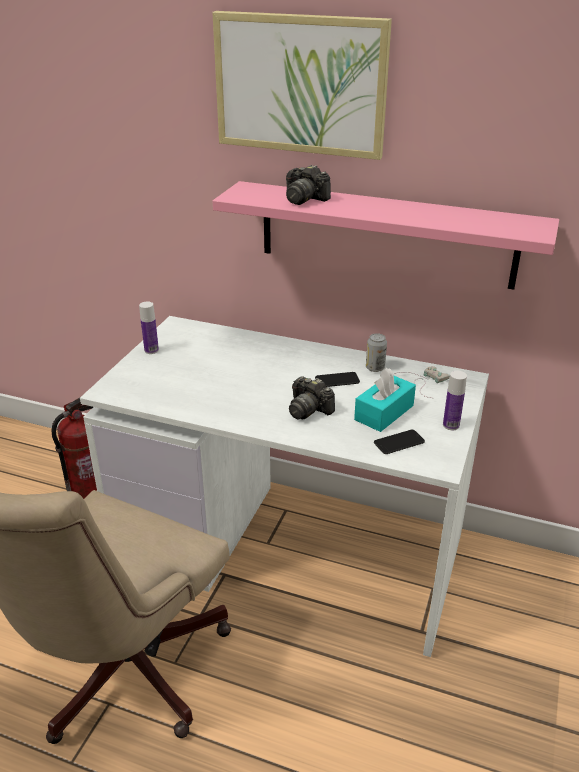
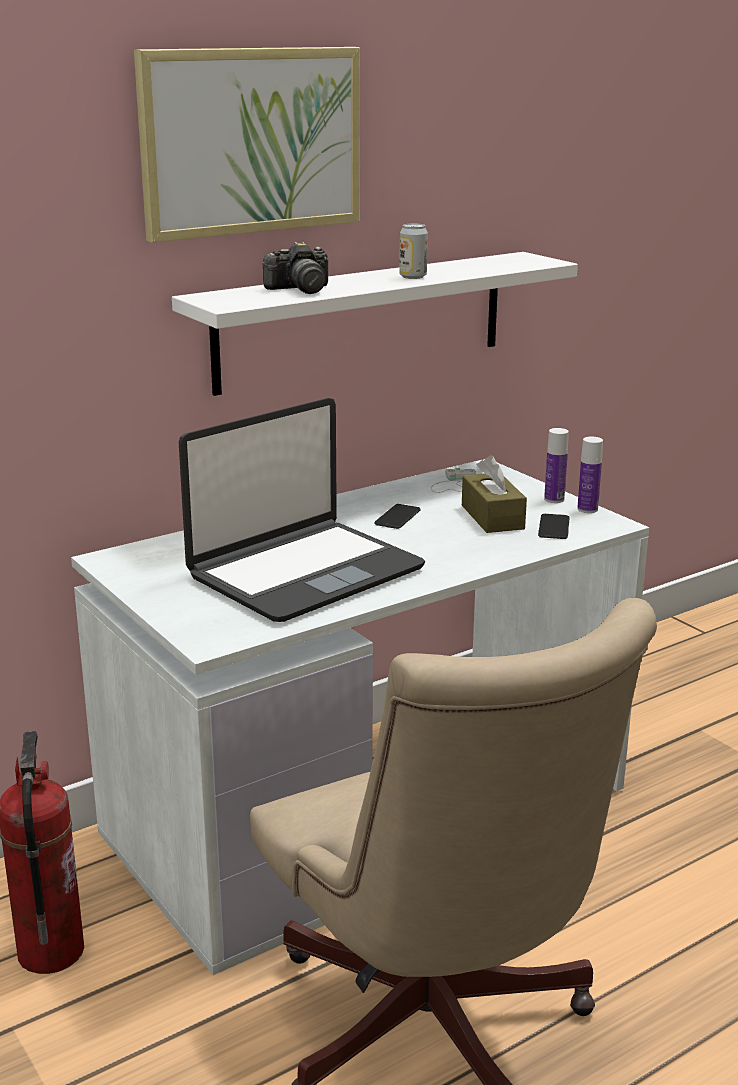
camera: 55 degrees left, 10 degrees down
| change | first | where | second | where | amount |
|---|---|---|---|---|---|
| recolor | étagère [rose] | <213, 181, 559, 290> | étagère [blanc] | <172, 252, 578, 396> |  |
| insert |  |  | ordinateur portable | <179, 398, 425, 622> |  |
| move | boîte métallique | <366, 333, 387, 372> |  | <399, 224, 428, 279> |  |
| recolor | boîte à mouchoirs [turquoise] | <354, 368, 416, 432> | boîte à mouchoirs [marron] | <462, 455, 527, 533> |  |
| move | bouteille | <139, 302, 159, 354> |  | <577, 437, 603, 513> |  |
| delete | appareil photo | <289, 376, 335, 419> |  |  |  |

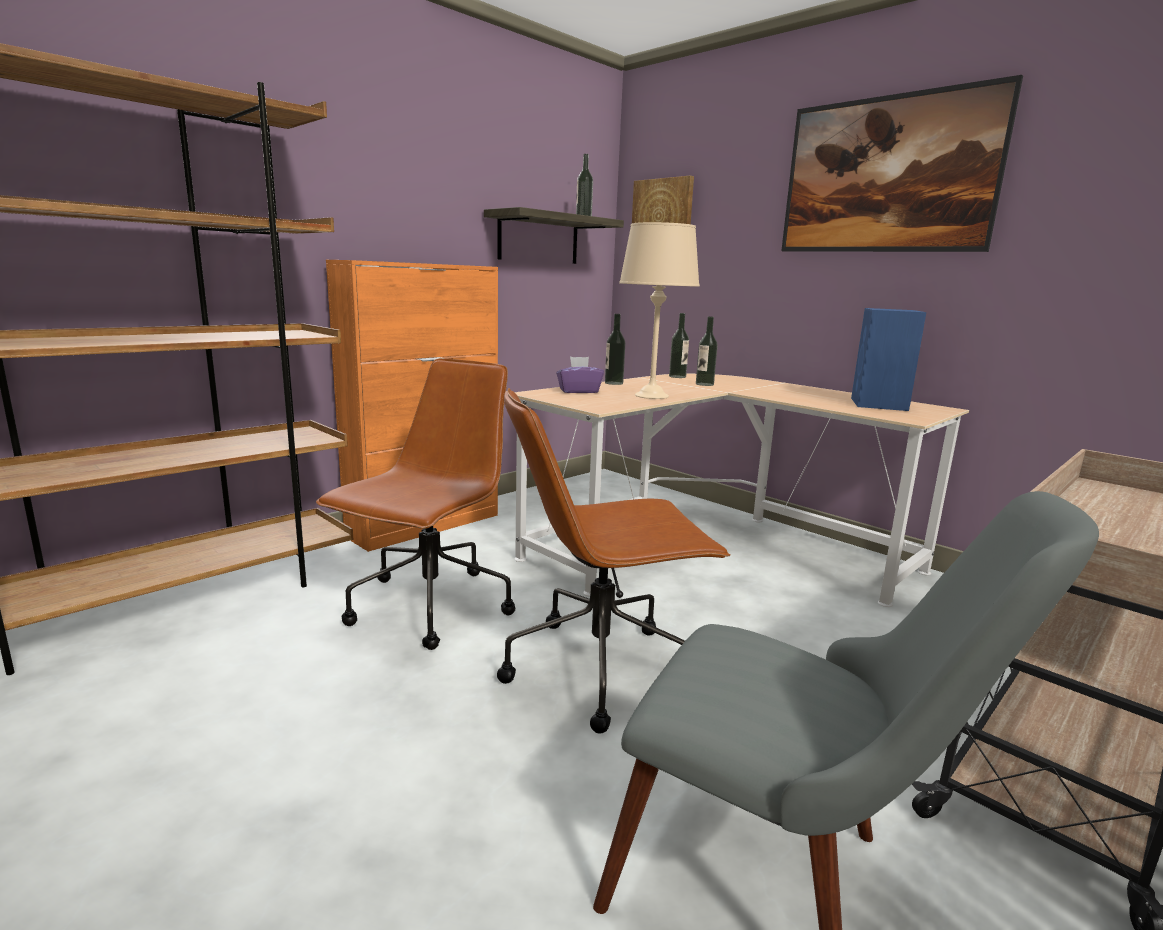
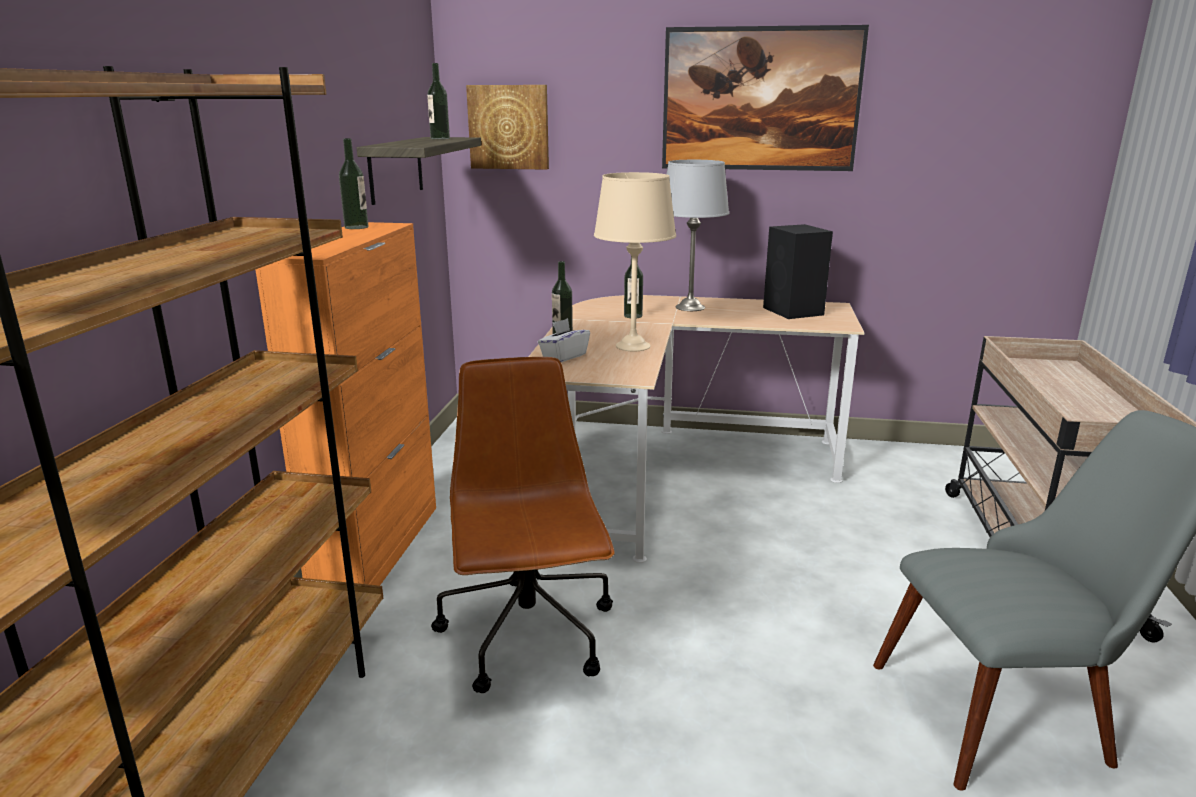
camera: 35 degrees left, 5 degrees up
| change | first | where | second | where | amount |
|---|---|---|---|---|---|
| move | bouteille | <669, 313, 689, 378> |  | <339, 138, 368, 229> |  |
| recolor | boîte à mouchoirs [violet] | <556, 357, 604, 393> | boîte à mouchoirs [blanc] | <538, 318, 590, 362> |  |
| insert |  |  | lampe de table [gris] | <667, 160, 729, 311> |  |
| recolor | enceinte [bleu] | <851, 308, 926, 411> | enceinte [noir] | <763, 224, 833, 319> |  |
| delete | chaise de bureau [marron] | <497, 388, 730, 733> |  |  |  |

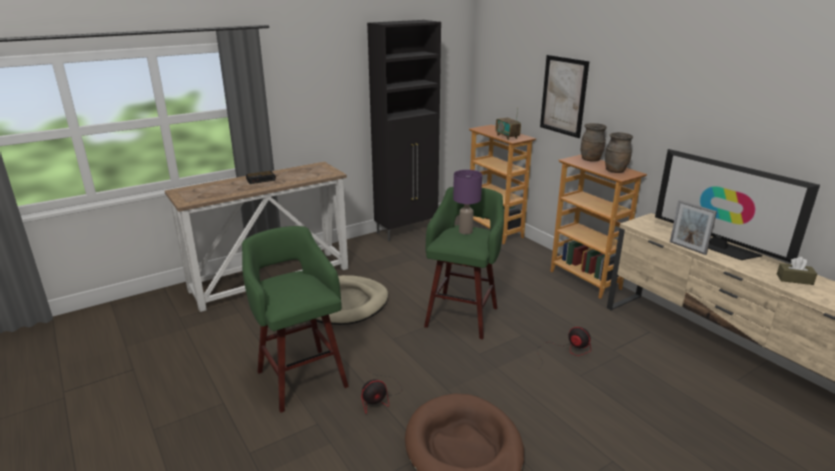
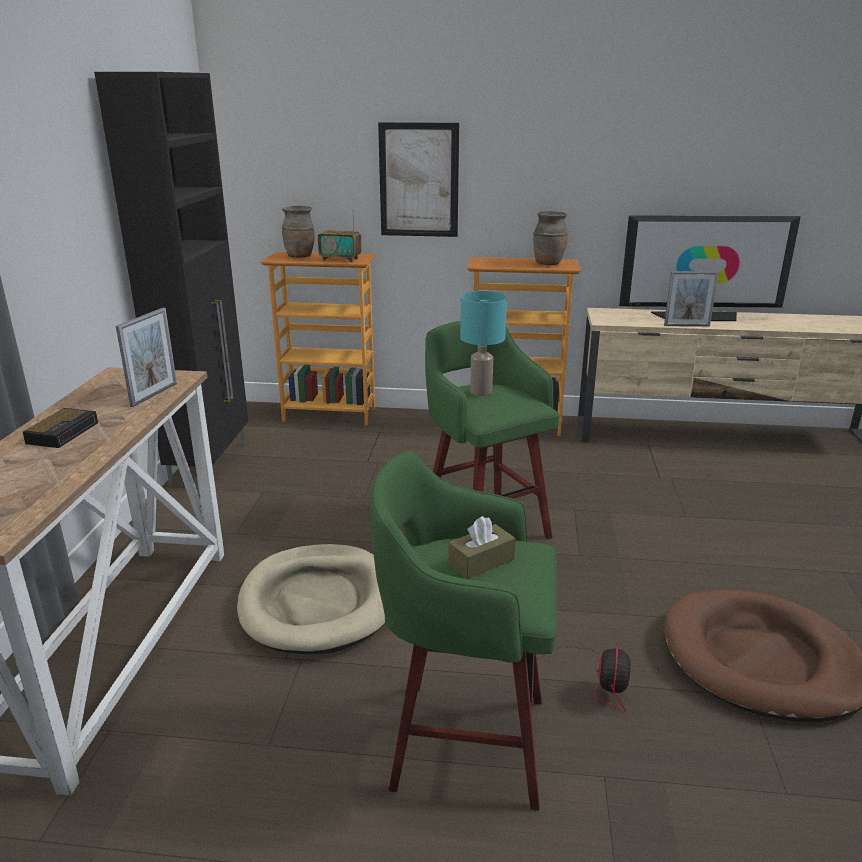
camera: 50 degrees left, 0 degrees up
| change | first | where | second | where | amount |
|---|---|---|---|---|---|
| insert |  |  | cadre photo | <116, 308, 177, 407> |  |
| move | vase [marron] | <581, 123, 607, 162> |  | <282, 206, 315, 258> |  |
| move | boîte à mouchoirs [marron] | <777, 257, 817, 285> |  | <448, 516, 515, 579> |  |
| recolor | lampe de table [violet] | <453, 170, 482, 234> | lampe de table [turquoise] | <460, 291, 507, 396> |  |
| delete | ventilateur | <537, 327, 591, 368> |  |  |  |

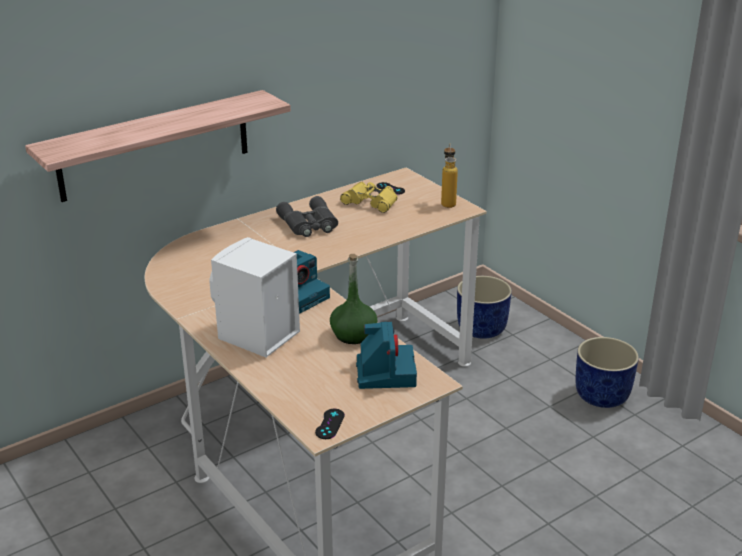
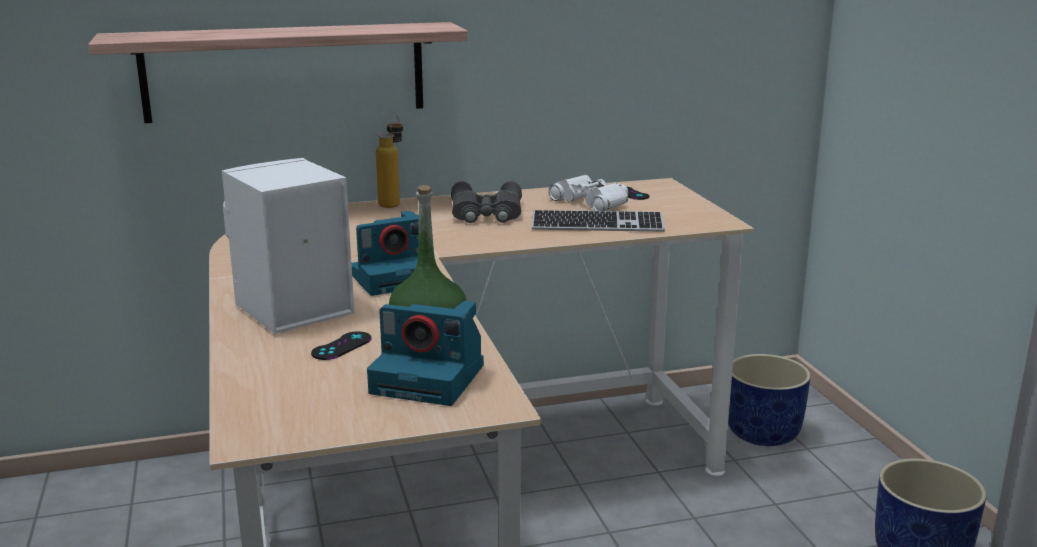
camera: 20 degrees right, 10 degrees down
| change | first | where | second | where | amount |
|---|---|---|---|---|---|
| move | manette [noir] | <315, 409, 345, 439> |  | <311, 331, 372, 360> |  |
| rotate | appareil photo | <356, 322, 417, 389> |  | <367, 301, 484, 406> | 90 degrees clockwise |
| move | bouteille | <441, 143, 458, 208> |  | <376, 115, 403, 208> |  |
| insert |  |  | clavier | <532, 210, 665, 232> |  |
| recolor | jumelles [jaune] | <340, 182, 398, 213> | jumelles [blanc] | <548, 174, 628, 211> |  |

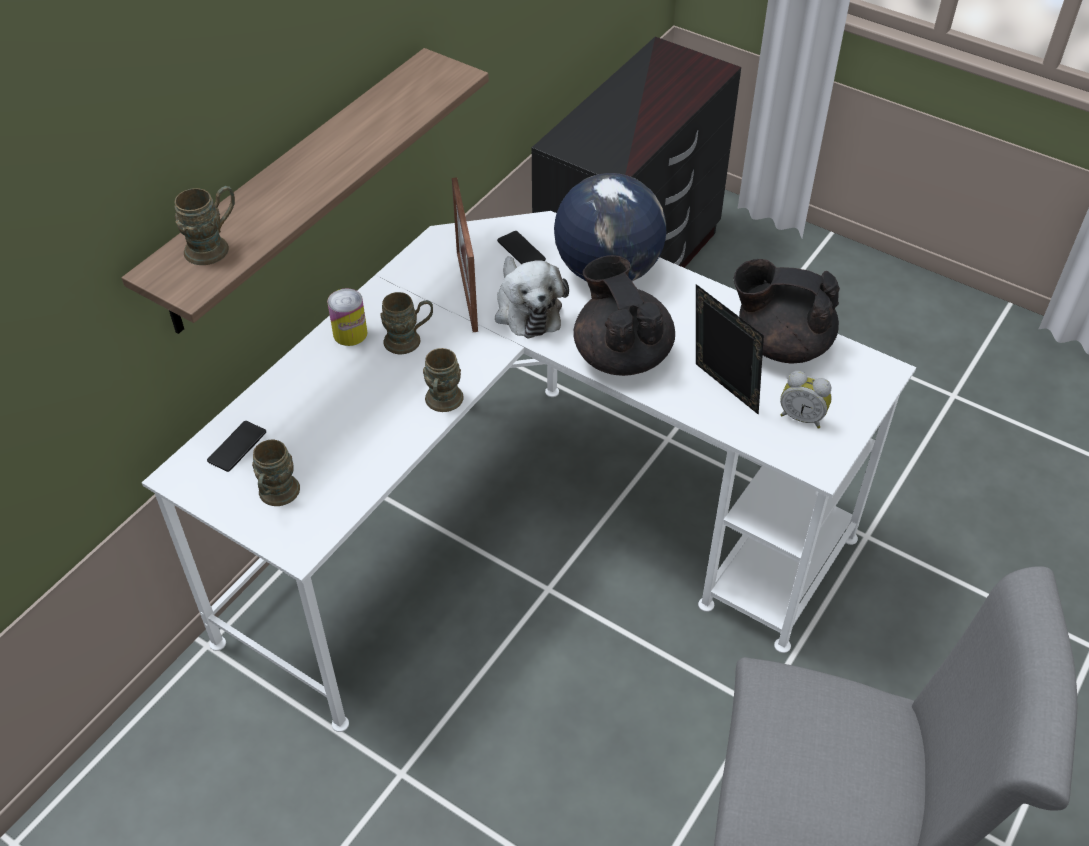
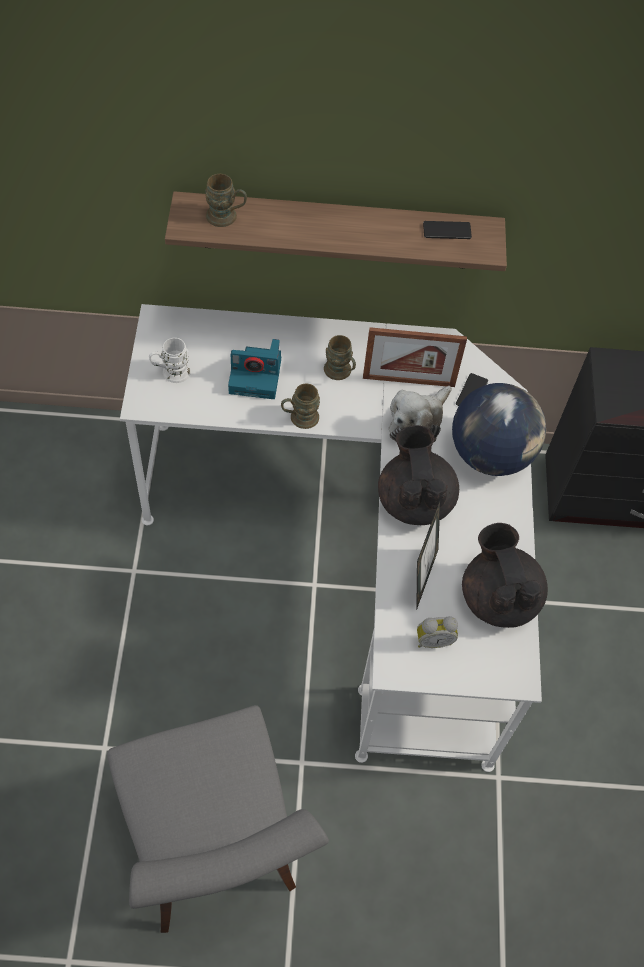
camera: 55 degrees right, 10 degrees up
| change | first | where | second | where | amount |
|---|---|---|---|---|---|
| recolor | mug [marron] | <252, 440, 300, 506> | mug [blanc] | <149, 338, 191, 383> |  |
| insert |  |  | appareil photo | <228, 339, 281, 399> |  |
| rotate | cadre photo | <452, 177, 478, 332> |  | <363, 327, 467, 387> | 135 degrees counterclockwise |
| rotate | théière [noir] | <573, 255, 675, 376> |  | <378, 425, 459, 525> | 45 degrees counterclockwise |
| rotate | réveil | <780, 371, 832, 429> |  | <417, 616, 458, 648> | 90 degrees counterclockwise |
| move | téléphone | <207, 421, 266, 472> |  | <423, 221, 472, 239> |  |
| delete | boîte métallique | <327, 288, 368, 346> |  |  |  |

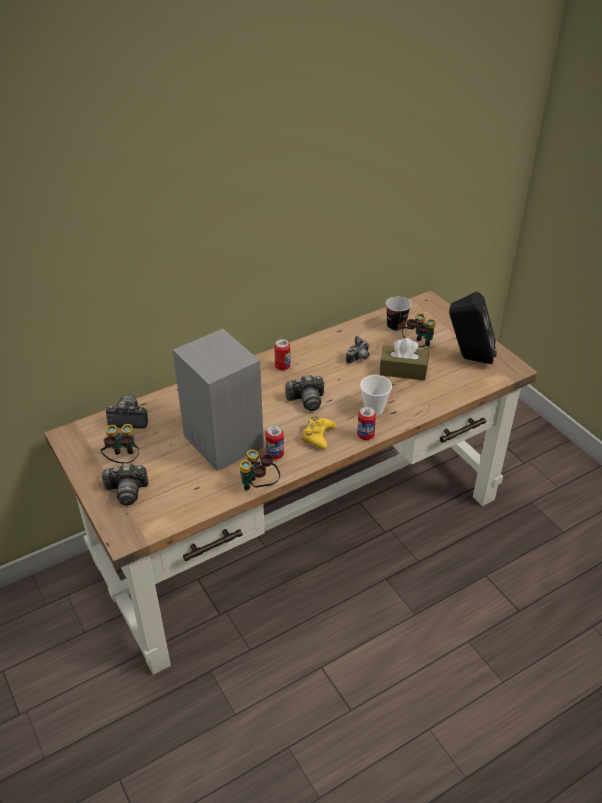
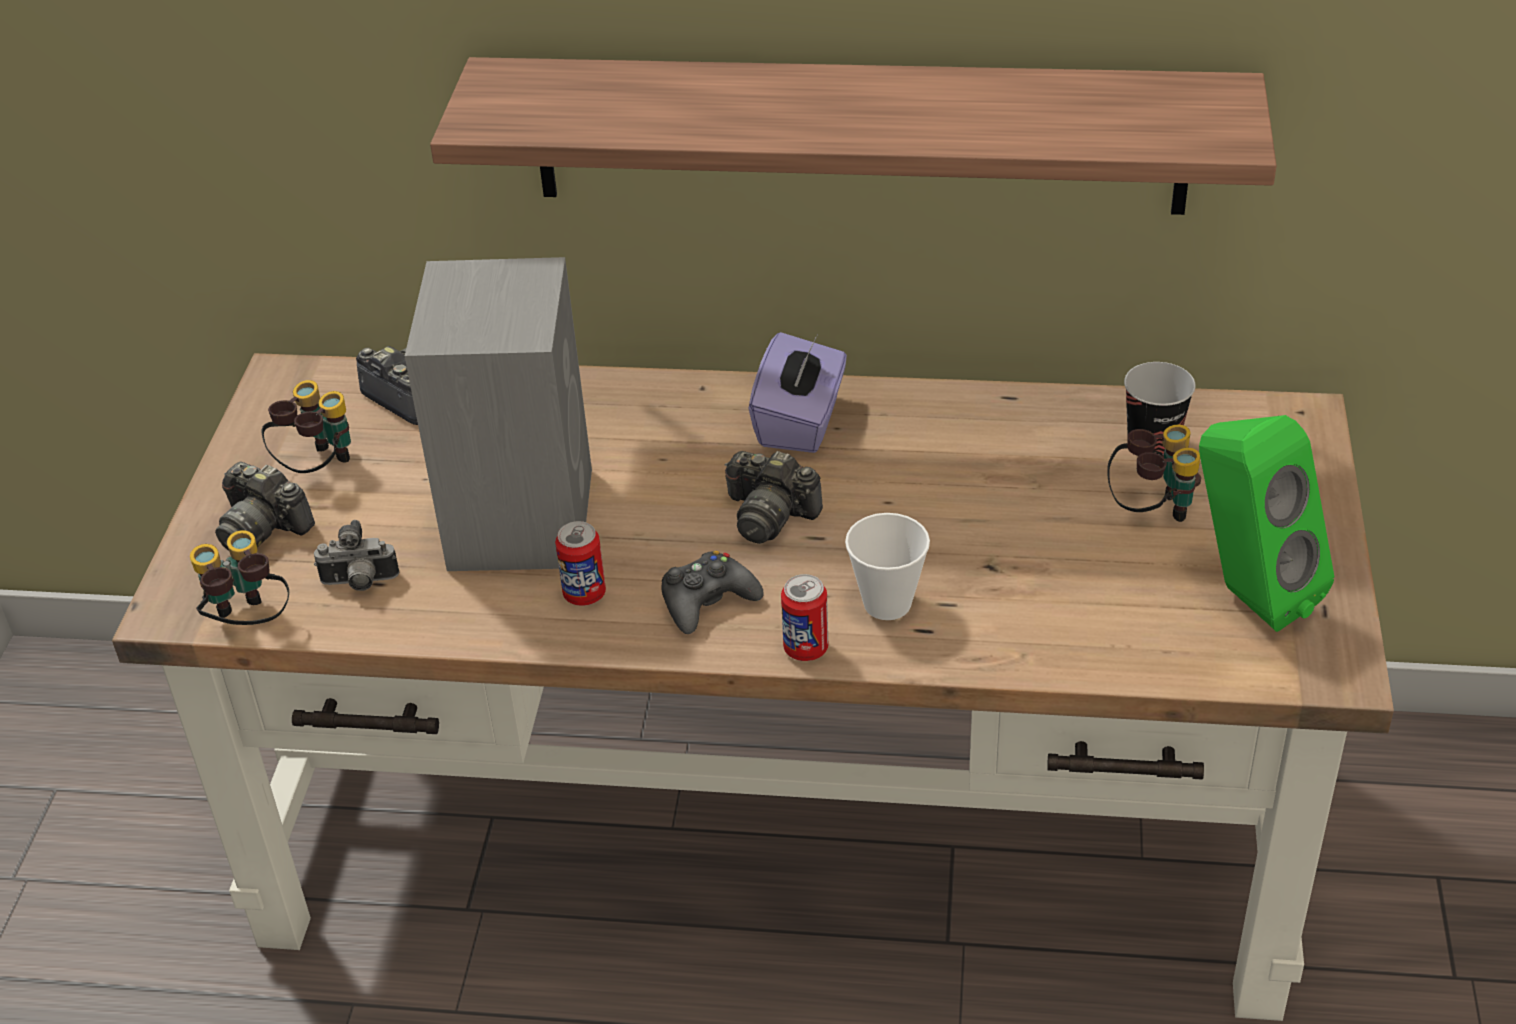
camera: 40 degrees right, 0 degrees up
| change | first | where | second | where | amount |
|---|---|---|---|---|---|
| move | jumelles | <240, 450, 280, 491> |  | <190, 530, 289, 625> |  |
| move | appareil photo | <346, 336, 369, 364> |  | <314, 520, 399, 591> |  |
| insert |  |  | étagère | <430, 57, 1277, 215> |  |
| recolor | manette [jaune] | <302, 417, 336, 450> | manette [noir] | <661, 551, 764, 634> |  |
| replace | boîte métallique | <274, 339, 291, 370> | boîte à mouchoirs [violet] | <748, 332, 847, 453> |  |
| recolor | enceinte [noir] | <449, 292, 497, 364> | enceinte [vert] | <1199, 415, 1334, 632> |  |
| delete | boîte à mouchoirs [marron] | <379, 338, 429, 381> |  |  |  |

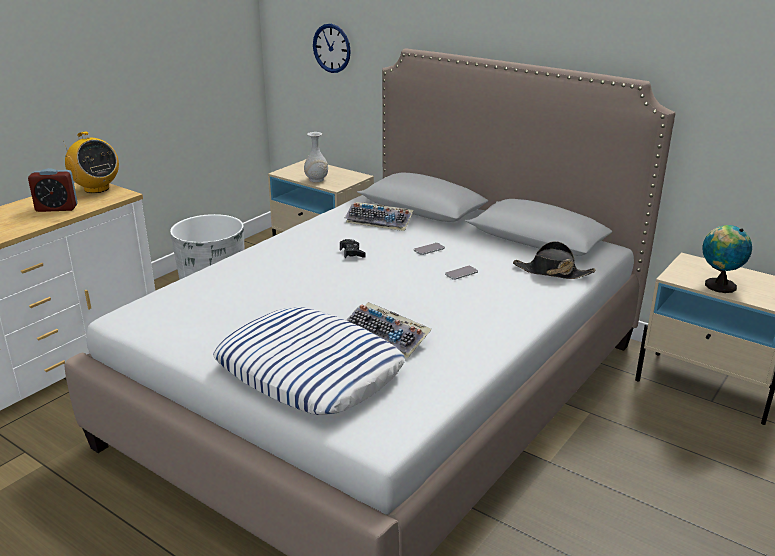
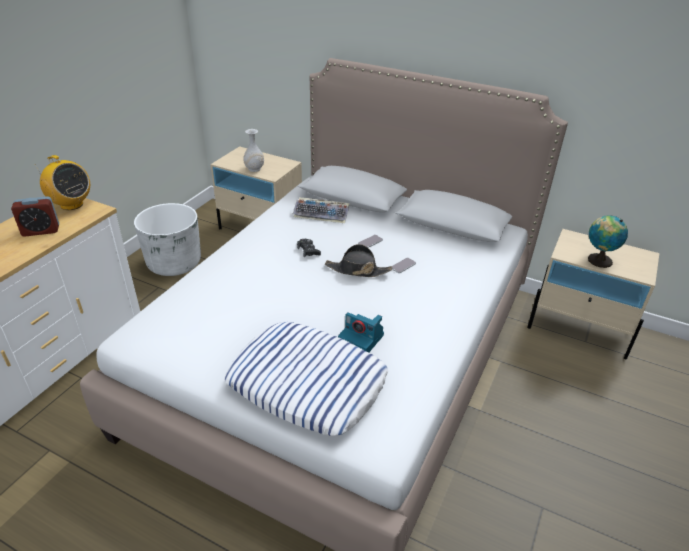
camera: 10 degrees left, 10 degrees up
| change | first | where | second | where | amount |
|---|---|---|---|---|---|
| move | chapeau [noir] | <513, 241, 595, 279> |  | <325, 244, 392, 277> |  |
| replace | clavier | <346, 302, 432, 358> | appareil photo | <338, 312, 384, 352> |  |
| delete | horloge murale | <313, 24, 351, 73> |  |  |  |

